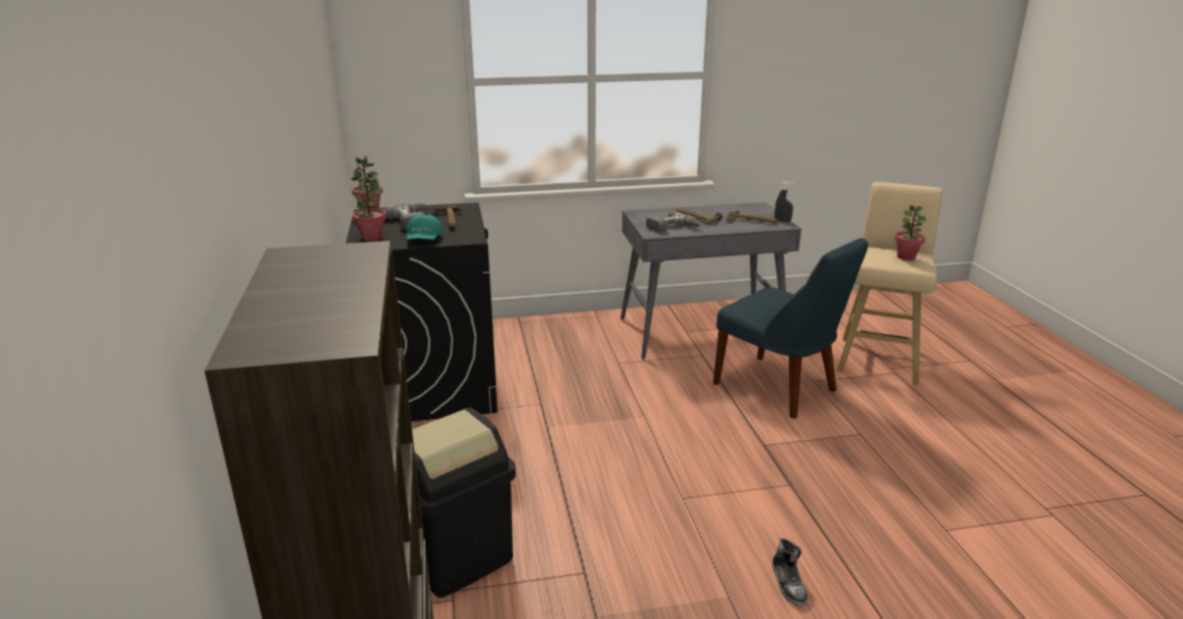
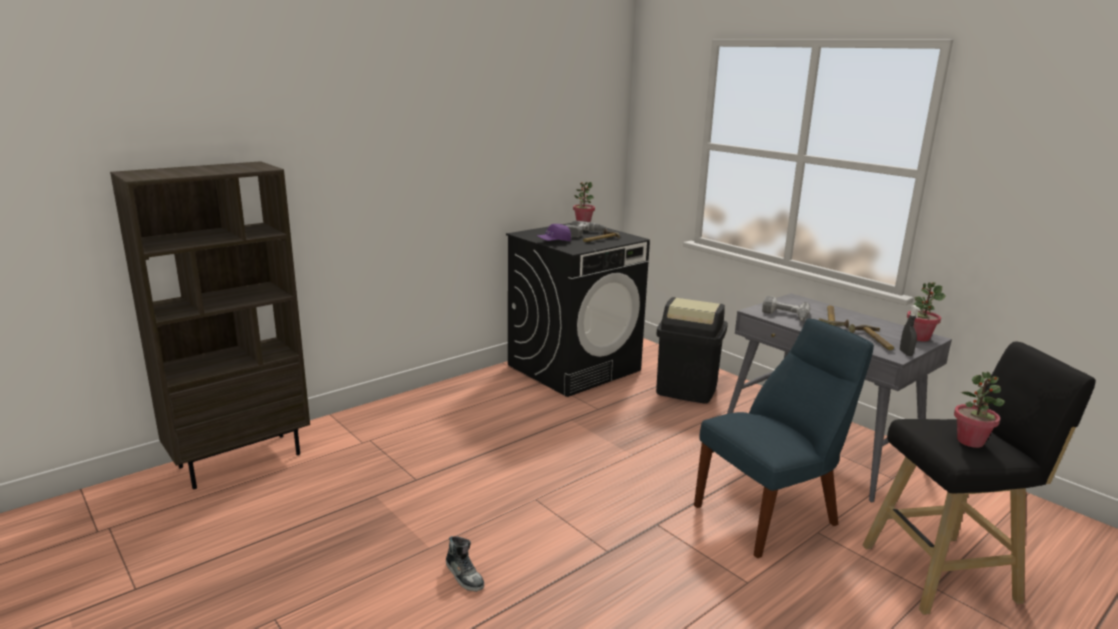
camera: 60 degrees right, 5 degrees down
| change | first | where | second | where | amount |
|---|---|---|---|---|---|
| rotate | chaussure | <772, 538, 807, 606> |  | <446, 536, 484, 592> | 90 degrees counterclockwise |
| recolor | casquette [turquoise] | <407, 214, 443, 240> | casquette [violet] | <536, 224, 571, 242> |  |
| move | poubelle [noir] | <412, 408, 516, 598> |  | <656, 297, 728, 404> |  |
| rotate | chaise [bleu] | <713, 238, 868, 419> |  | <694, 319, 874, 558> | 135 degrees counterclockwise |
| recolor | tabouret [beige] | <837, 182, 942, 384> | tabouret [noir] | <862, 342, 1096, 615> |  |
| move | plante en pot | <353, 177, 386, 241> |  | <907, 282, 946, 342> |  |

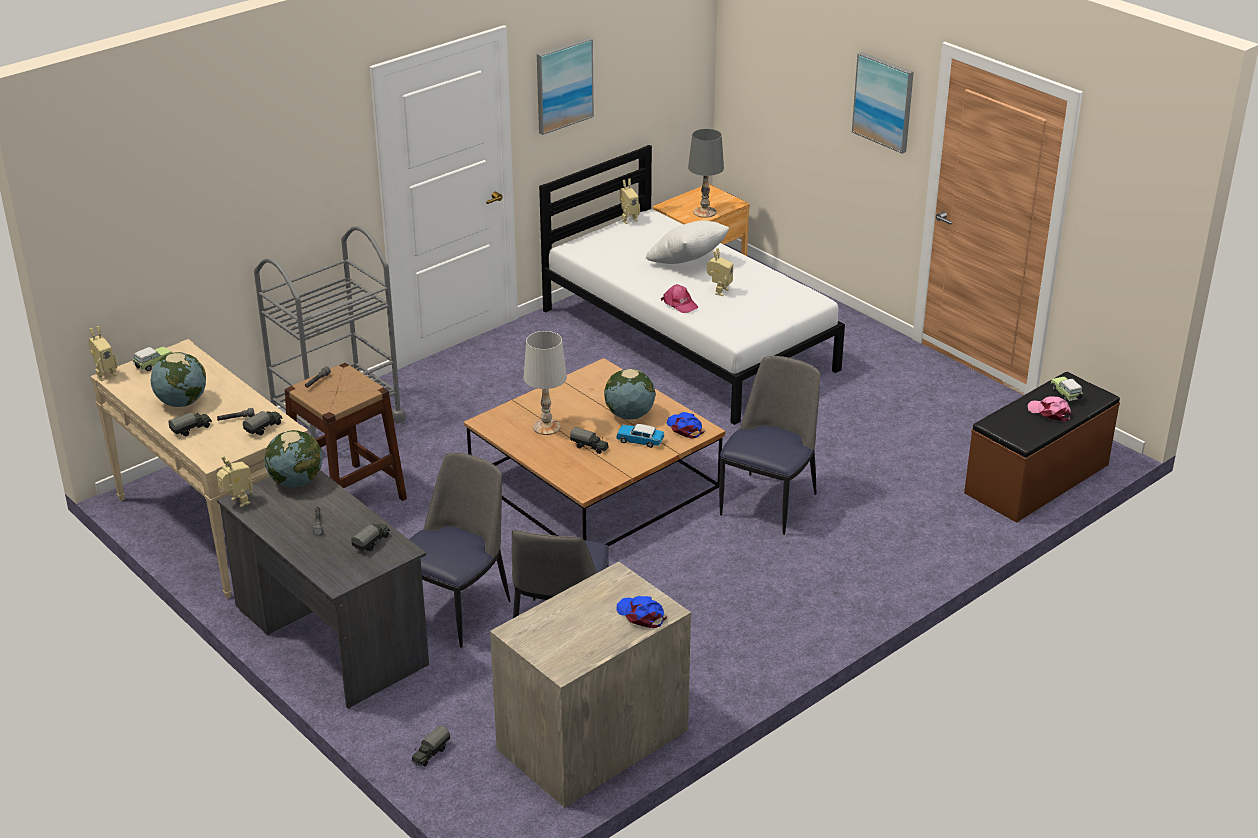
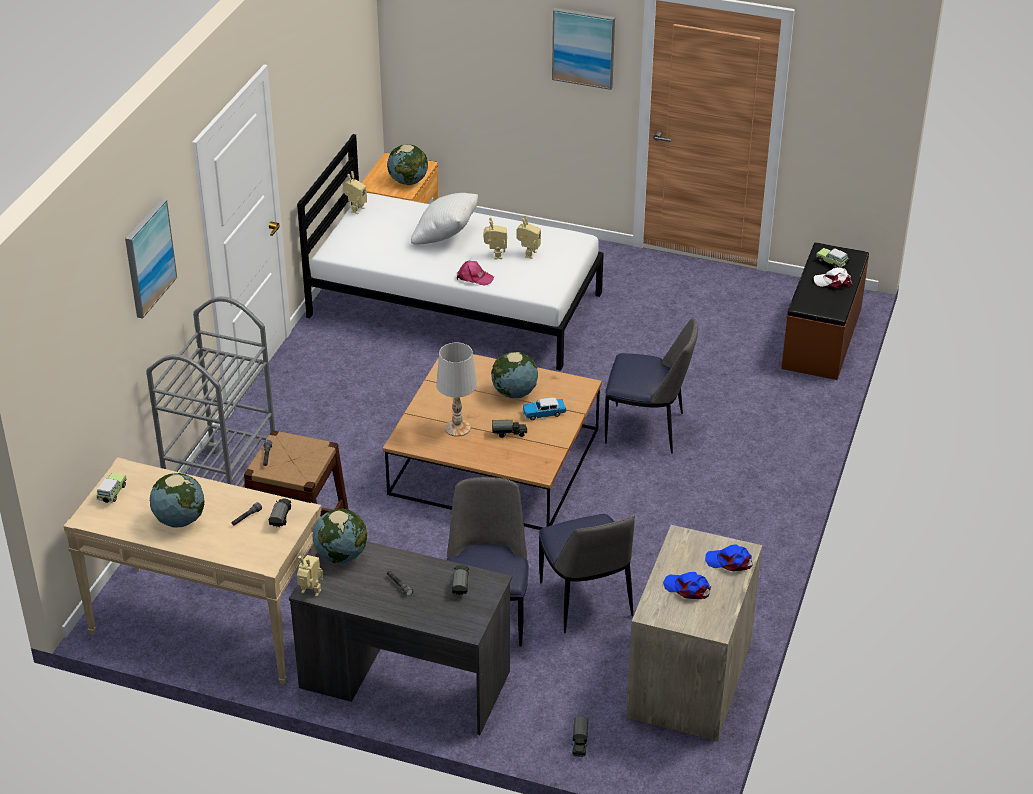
camera: 30 degrees left, 5 degrees up
| change | first | where | second | where | amount |
|---|---|---|---|---|---|
| move | tableau | <537, 37, 594, 135> |  | <125, 199, 177, 319> |  |
| replace | lampe de table [gris] | <688, 129, 724, 218> | globe | <387, 144, 428, 185> |  |
| move | robot jouet | <89, 326, 117, 381> |  | <516, 215, 541, 259> |  |
| rotate | chaise | <719, 356, 820, 535> |  | <605, 318, 698, 454> | 105 degrees clockwise |
| move | casquette [bleu] | <667, 412, 704, 439> |  | <663, 572, 711, 599> |  |
| recolor | casquette [rose] | <1027, 396, 1072, 421> | casquette [blanc] | <814, 267, 852, 287> |  |
| delete | camion jouet | <168, 412, 212, 436> |  |  |  |

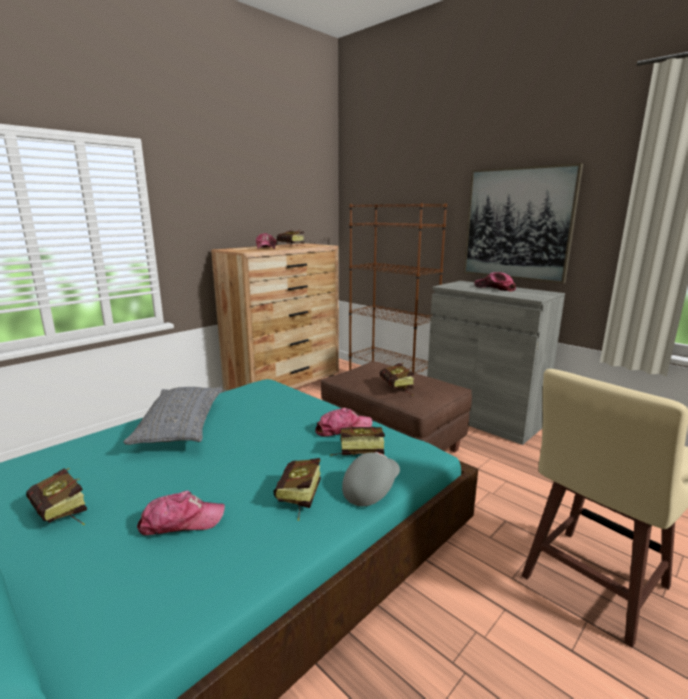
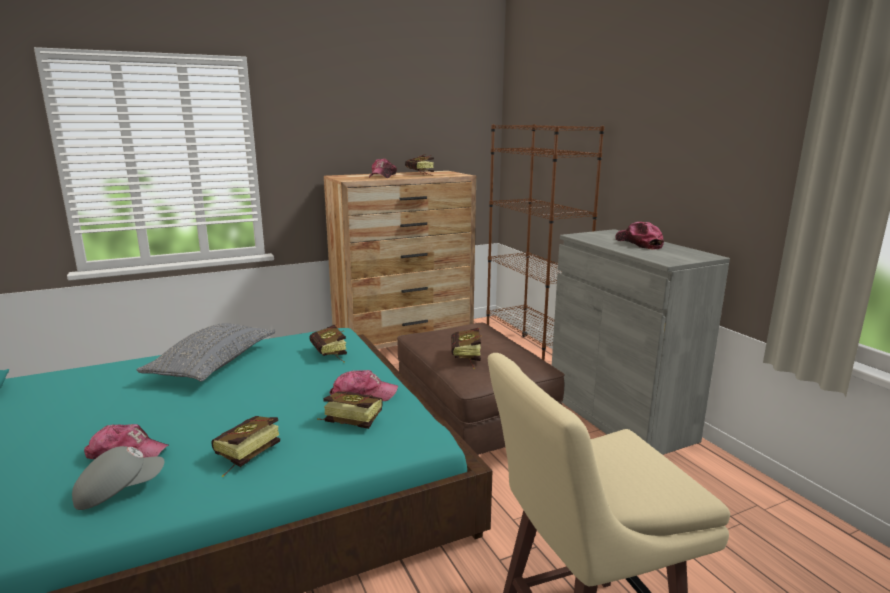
camera: 20 degrees right, 0 degrees up
| change | first | where | second | where | amount |
|---|---|---|---|---|---|
| move | casquette [gris] | <342, 452, 400, 506> |  | <72, 446, 164, 510> |  |
| move | livre | <26, 468, 87, 525> |  | <309, 325, 347, 363> |  |
| delete | tableau | <464, 163, 583, 284> |  |  |  |

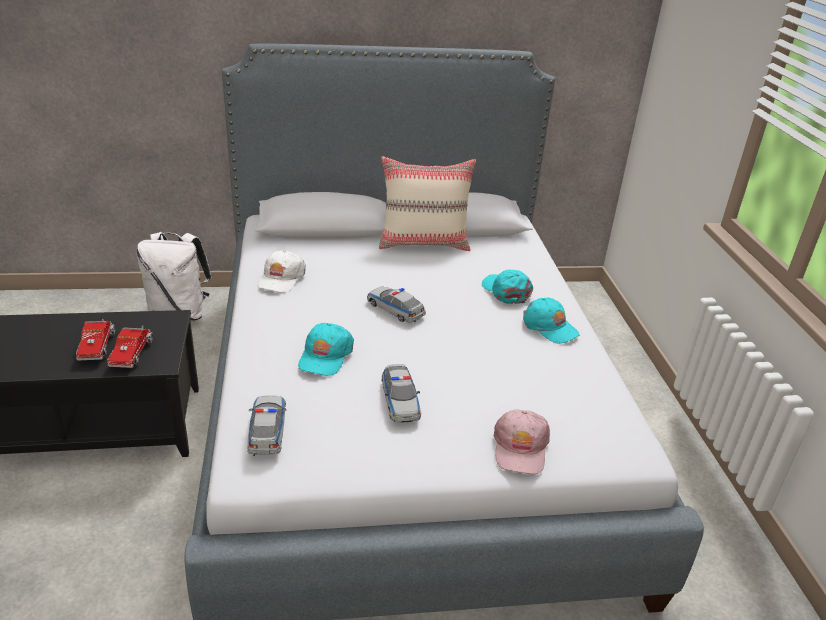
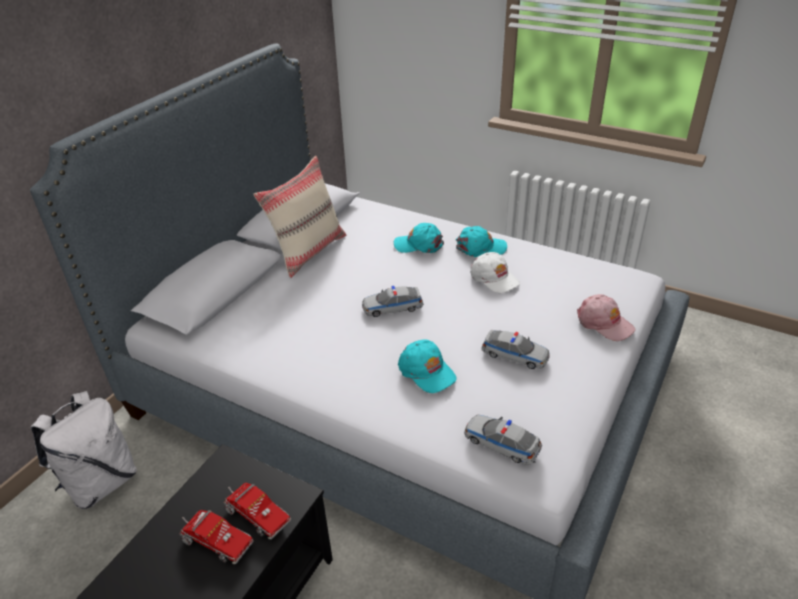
camera: 50 degrees left, 5 degrees up
| change | first | where | second | where | amount |
|---|---|---|---|---|---|
| move | casquette [blanc] | <257, 250, 306, 293> |  | <470, 252, 520, 294> |  |

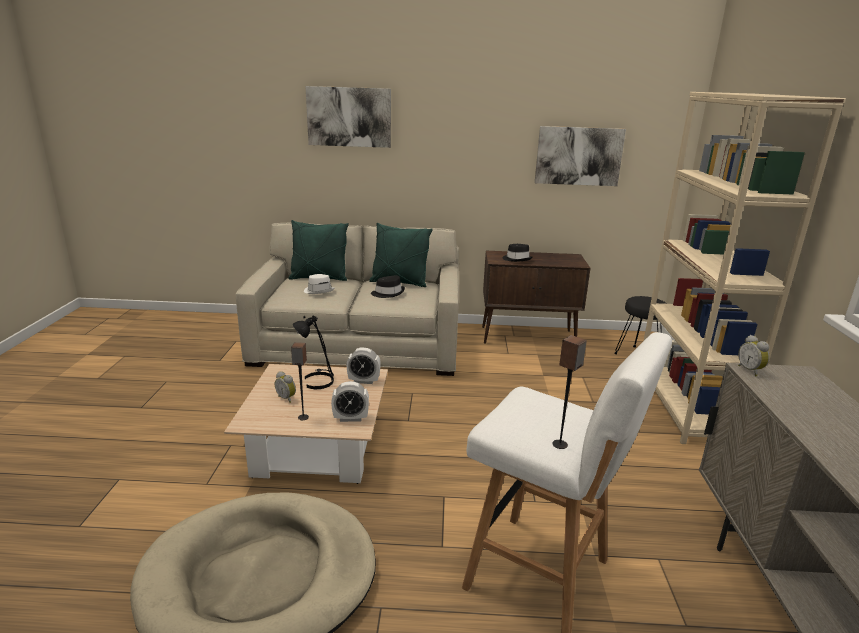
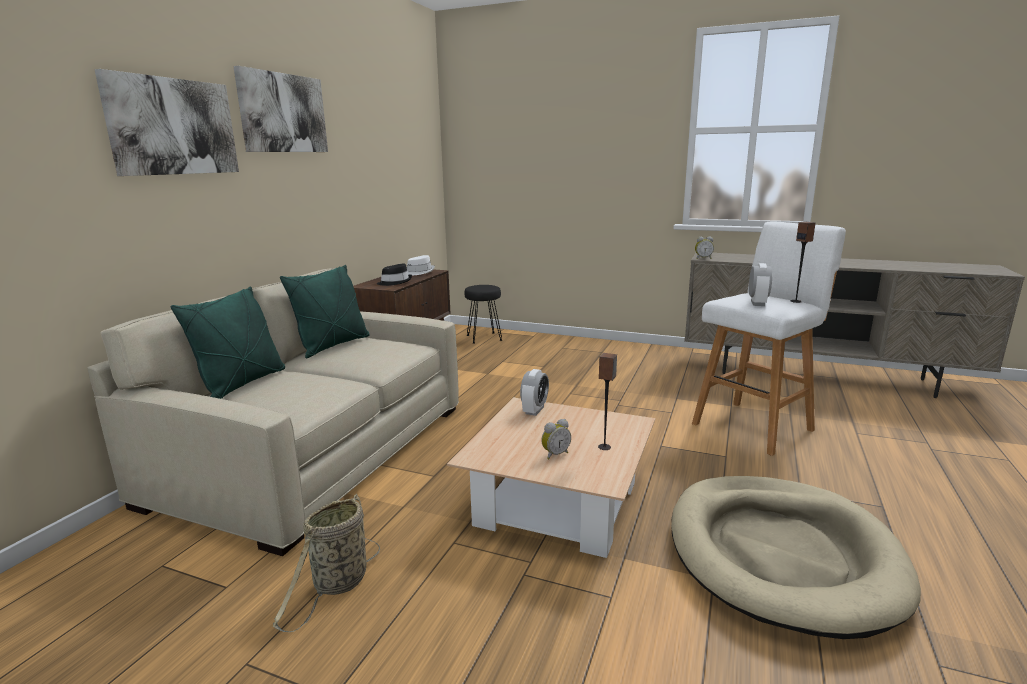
camera: 70 degrees left, 5 degrees down
| change | first | where | second | where | amount |
|---|---|---|---|---|---|
| move | tableau | <535, 126, 626, 186> |  | <233, 66, 328, 152> |  |
| insert |  |  | panier | <273, 494, 380, 632> |  |
| move | chapeau [blanc] | <304, 274, 334, 294> |  | <407, 255, 435, 275> |  |
| move | réveil | <331, 381, 369, 422> |  | <749, 263, 772, 306> |  |
| delete | lampe de table [noir] | <293, 315, 334, 389> |  |  |  |
| delete | chapeau [noir] | <371, 276, 405, 298> |  |  |  |
| delete | bibliothèque [beige] | <644, 92, 846, 444> |  |  |  |

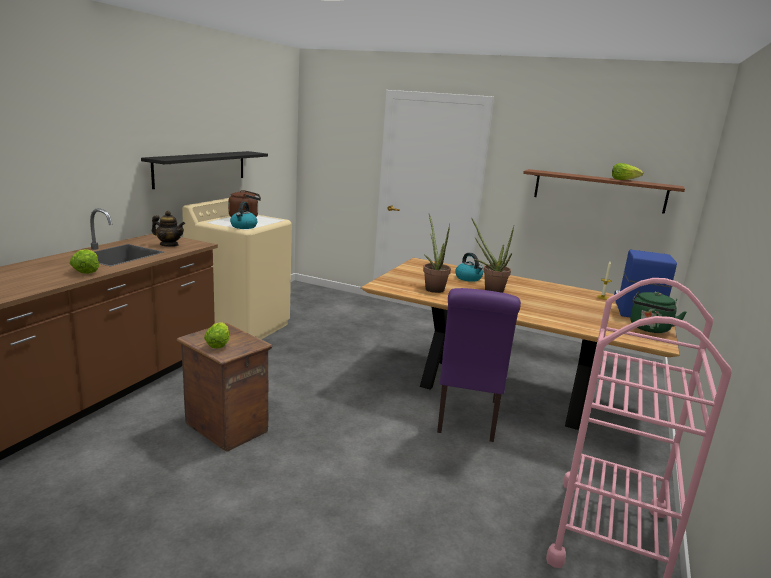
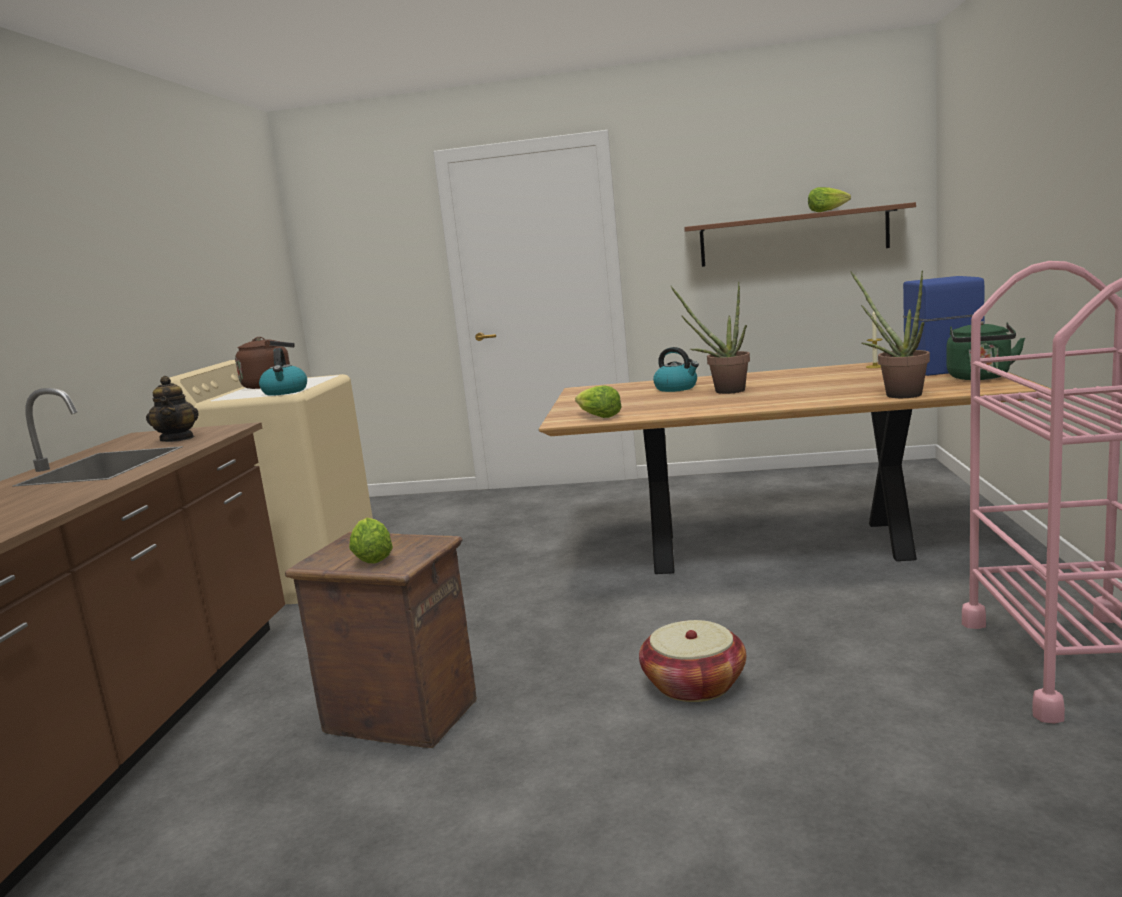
camera: 15 degrees left, 5 degrees down
| change | first | where | second | where | amount |
|---|---|---|---|---|---|
| rotate | théière | <152, 211, 185, 247> |  | <146, 376, 199, 442> | 75 degrees clockwise |
| move | laitue | <70, 249, 99, 274> |  | <575, 385, 622, 418> |  |
| insert |  |  | panier | <639, 620, 746, 702> |  |
| move | plante en pot | <423, 214, 451, 293> |  | <851, 271, 930, 398> |  |
| delete | étagère [noir] | <141, 151, 268, 189> |  |  |  |
| delete | chaise [violet] | <437, 288, 521, 442> |  |  |  |

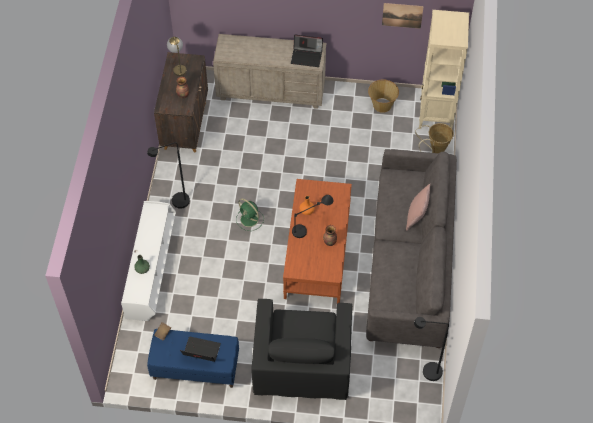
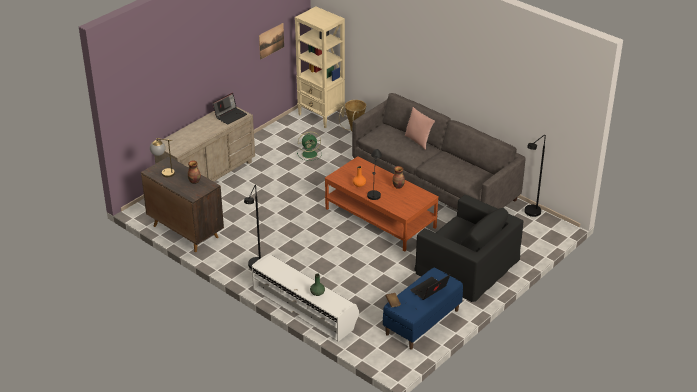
camera: 55 degrees left, 20 degrees down
| change | first | where | second | where | amount |
|---|---|---|---|---|---|
| move | ventilateur [vert] | <236, 199, 264, 231> |  | <297, 132, 322, 161> |  |
| delete | panier | <368, 79, 399, 113> |  |  |  |

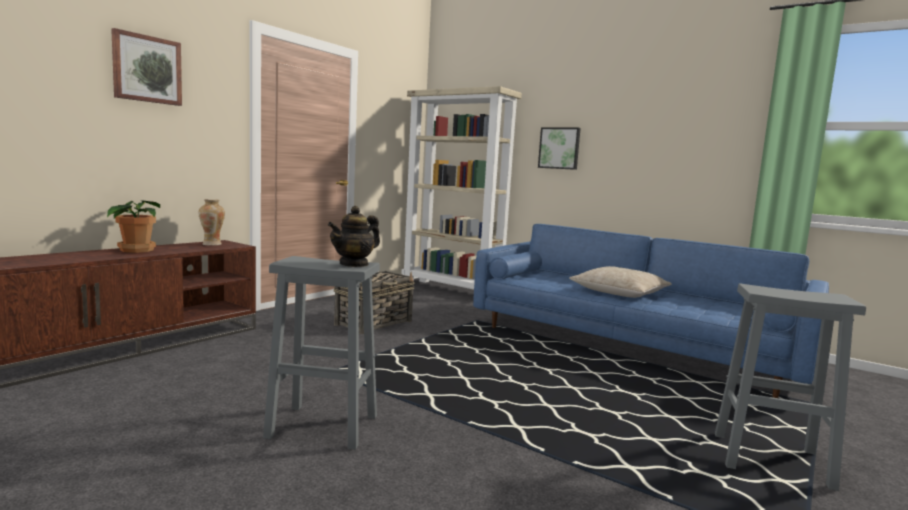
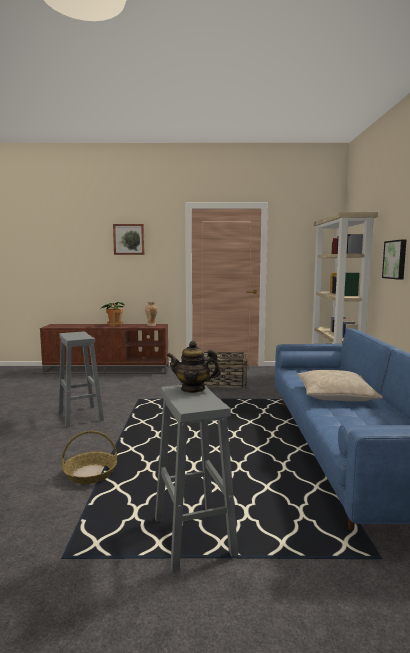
camera: 55 degrees right, 0 degrees up
| change | first | where | second | where | amount |
|---|---|---|---|---|---|
| insert |  |  | panier | <62, 431, 117, 484> |  |
| move | théière | <328, 206, 380, 267> |  | <167, 341, 221, 393> |  |

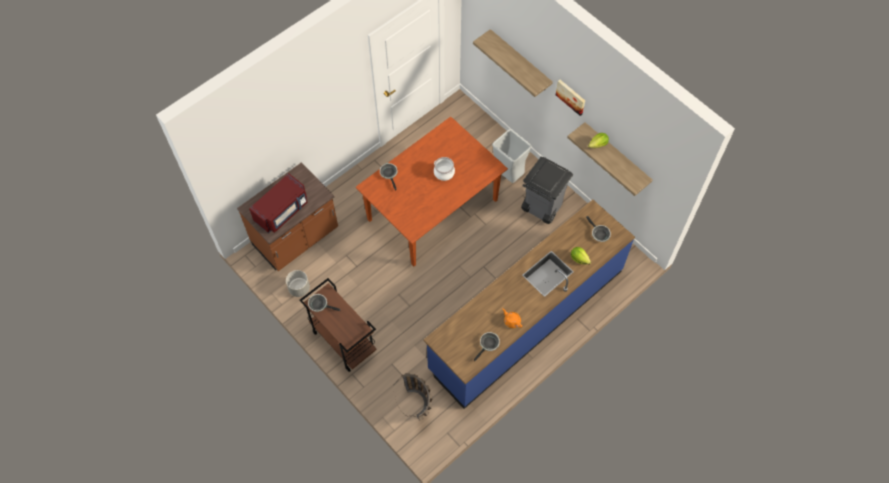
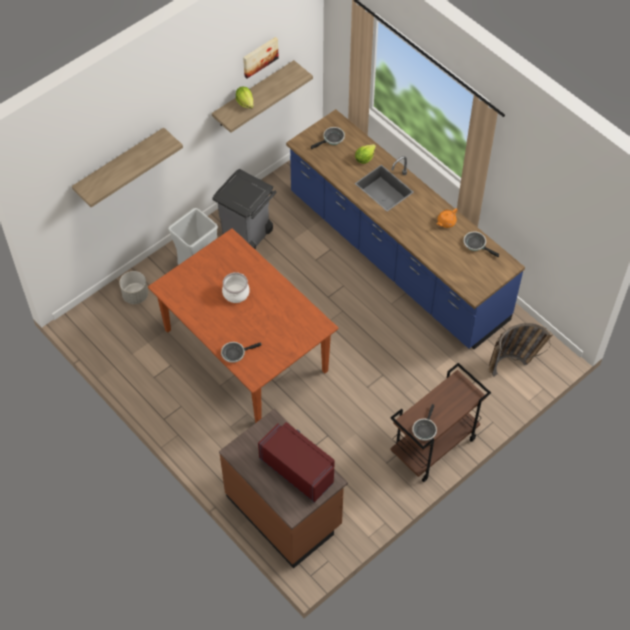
camera: 90 degrees left, 5 degrees down
| change | first | where | second | where | amount |
|---|---|---|---|---|---|
| move | cache-pot [gris] | <286, 270, 310, 297> |  | <120, 271, 148, 304> |  |
| move | tableau | <556, 80, 585, 116> |  | <243, 37, 279, 79> |  |

